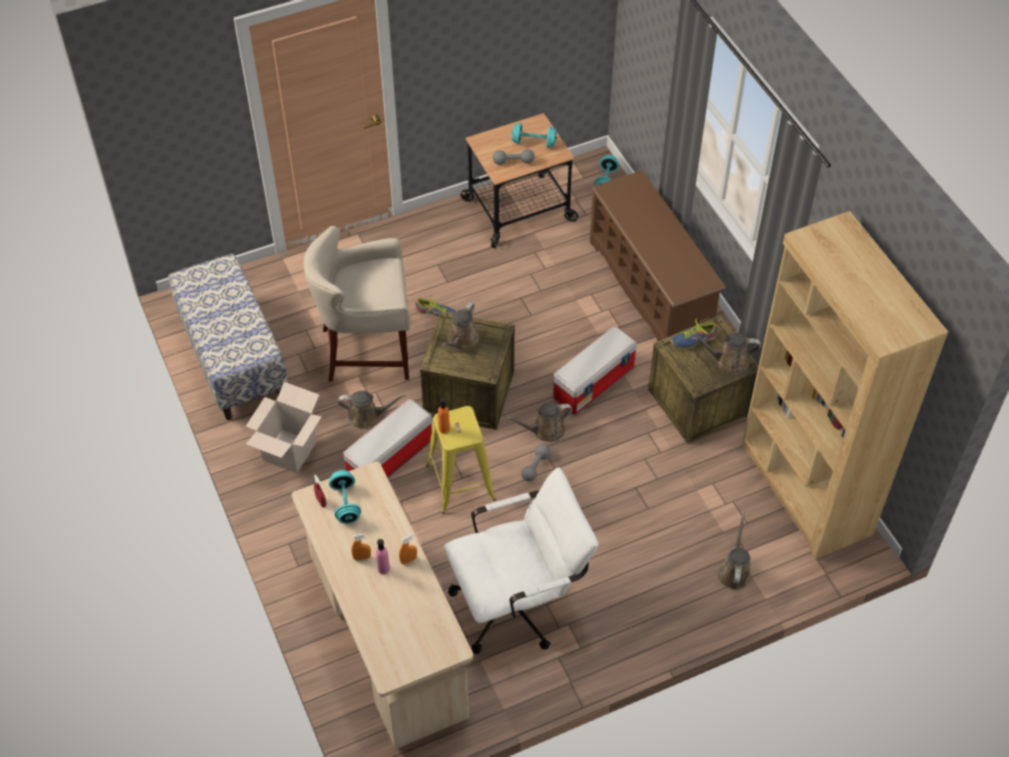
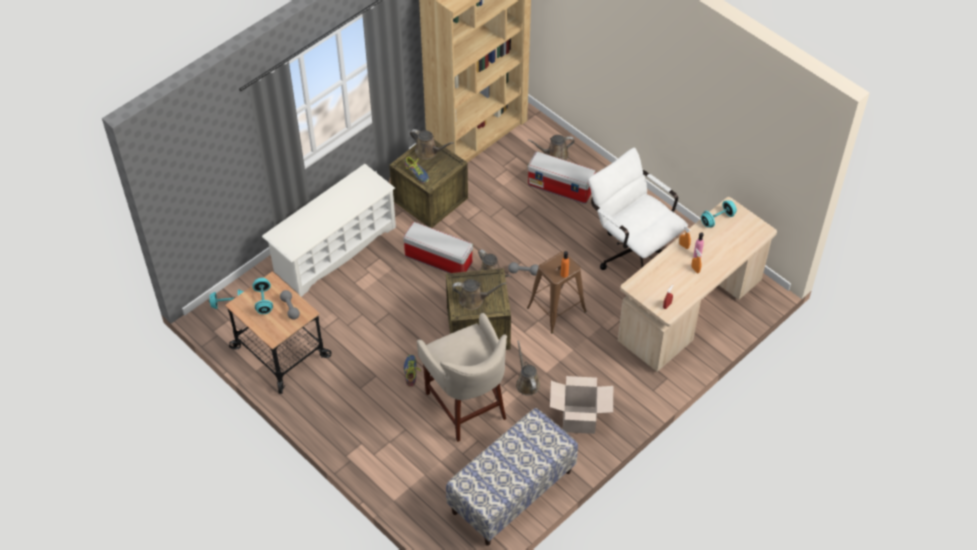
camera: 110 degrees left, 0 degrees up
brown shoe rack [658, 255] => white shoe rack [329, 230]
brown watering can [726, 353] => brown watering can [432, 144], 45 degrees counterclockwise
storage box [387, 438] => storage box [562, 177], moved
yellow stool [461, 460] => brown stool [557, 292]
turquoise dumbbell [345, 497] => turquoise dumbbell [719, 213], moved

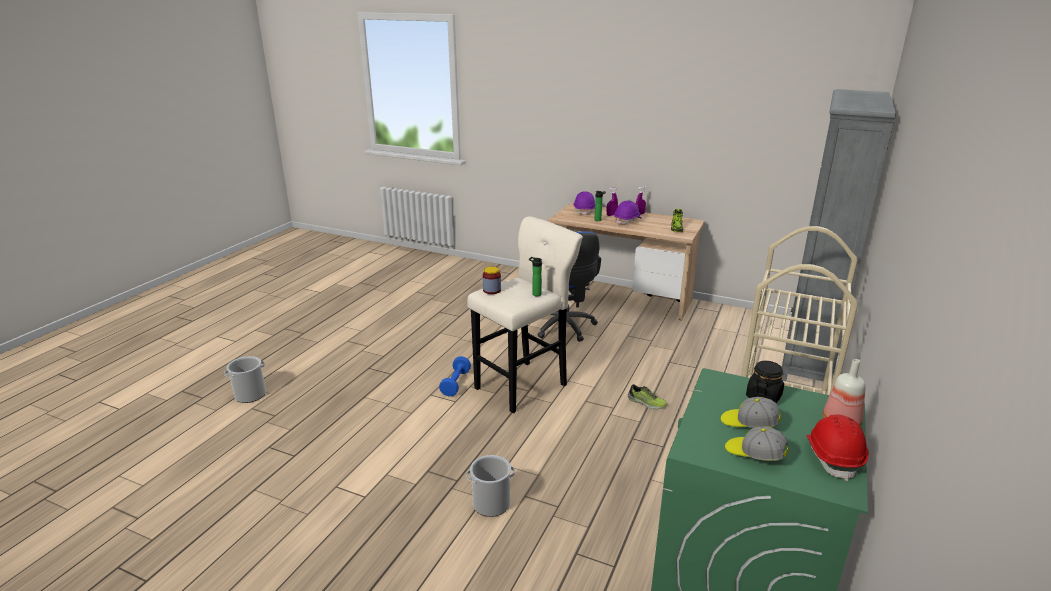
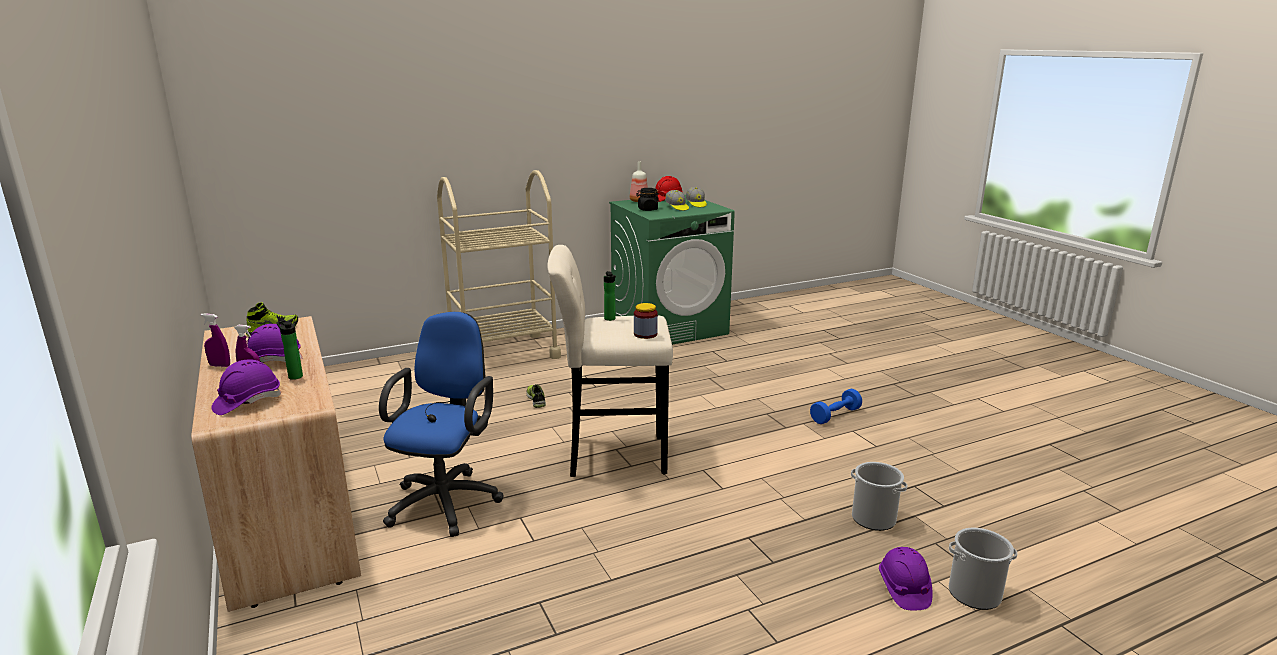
camera: 140 degrees left, 5 degrees down
grey bookcase [839, 239] => nothing
blue dumbbell [455, 376] => blue dumbbell [836, 406], moved
bucket [490, 486] => bucket [879, 496], moved
nothing => purple hard hat [906, 578]

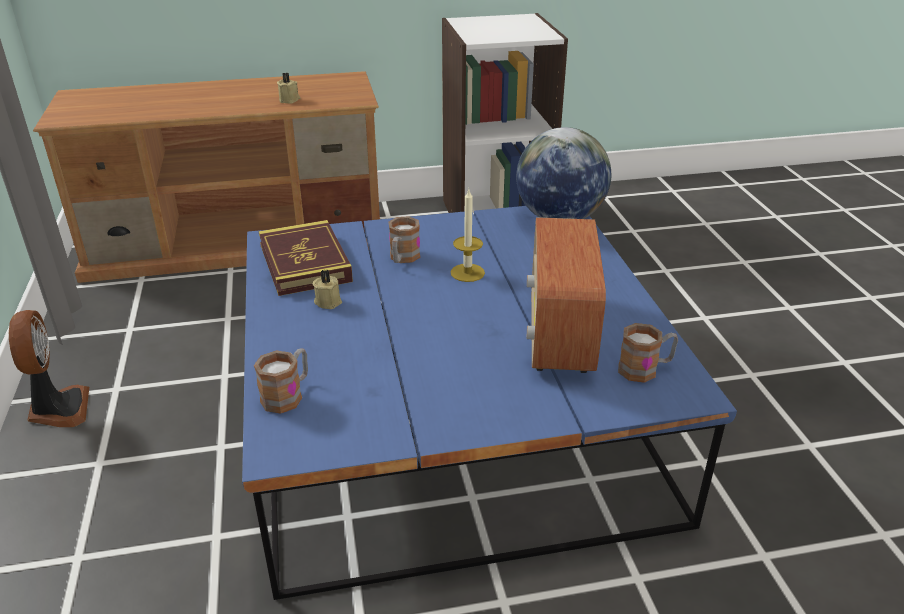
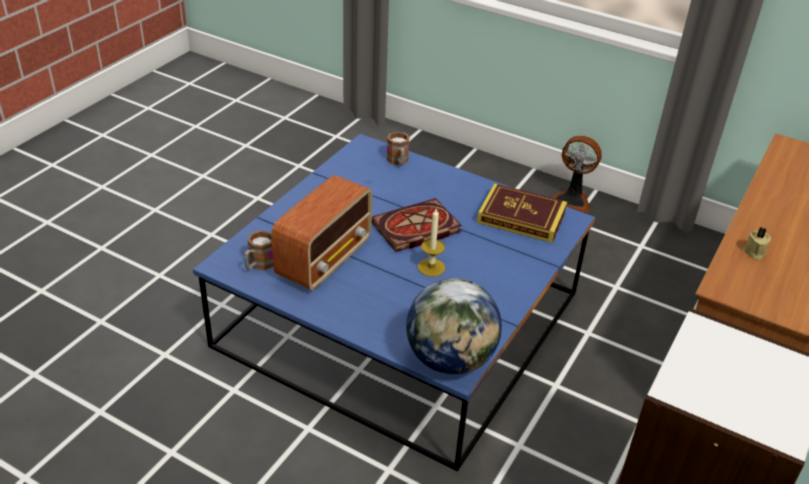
camera: 130 degrees right, 5 degrees up
mug [405, 239] => nothing
radio [566, 295] => radio [321, 232], 75 degrees clockwise
beige candle [327, 289] => nothing
nothing => book [417, 225]

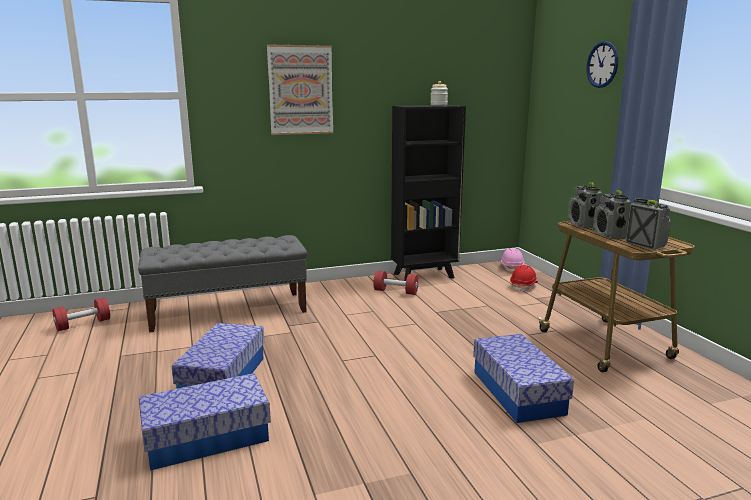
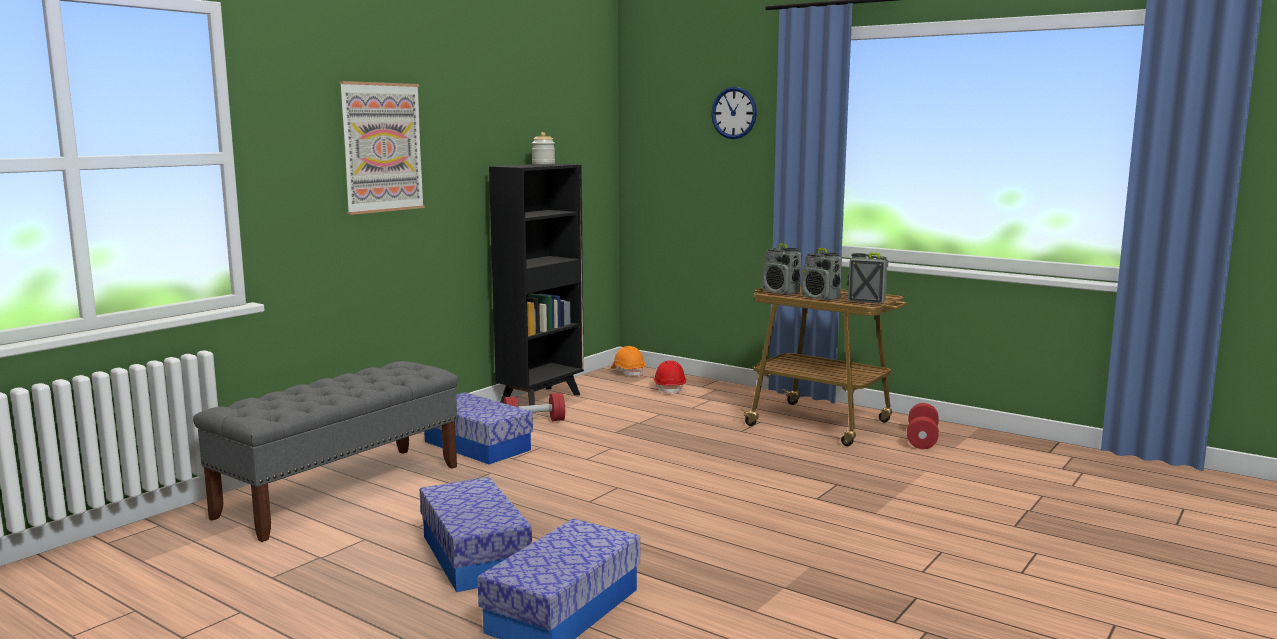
camera: 35 degrees left, 5 degrees down
pink hard hat [512, 260] => orange hard hat [628, 361]
red dumbbell [81, 314] => red dumbbell [923, 426], moved
storage box [523, 378] => storage box [478, 428], moved

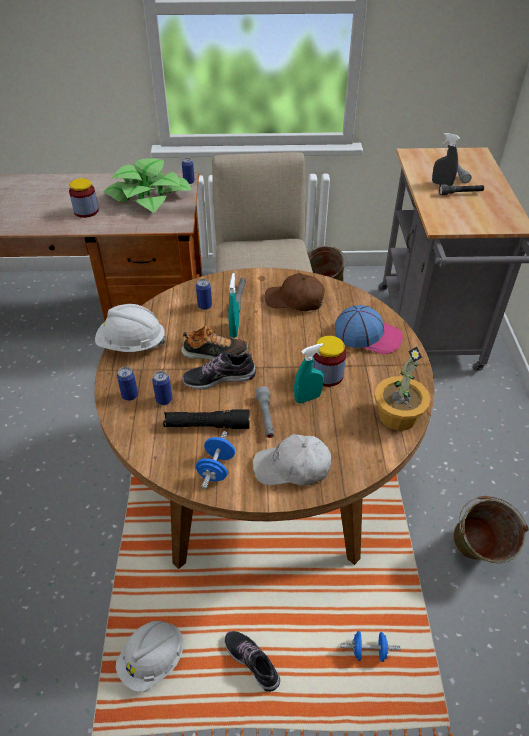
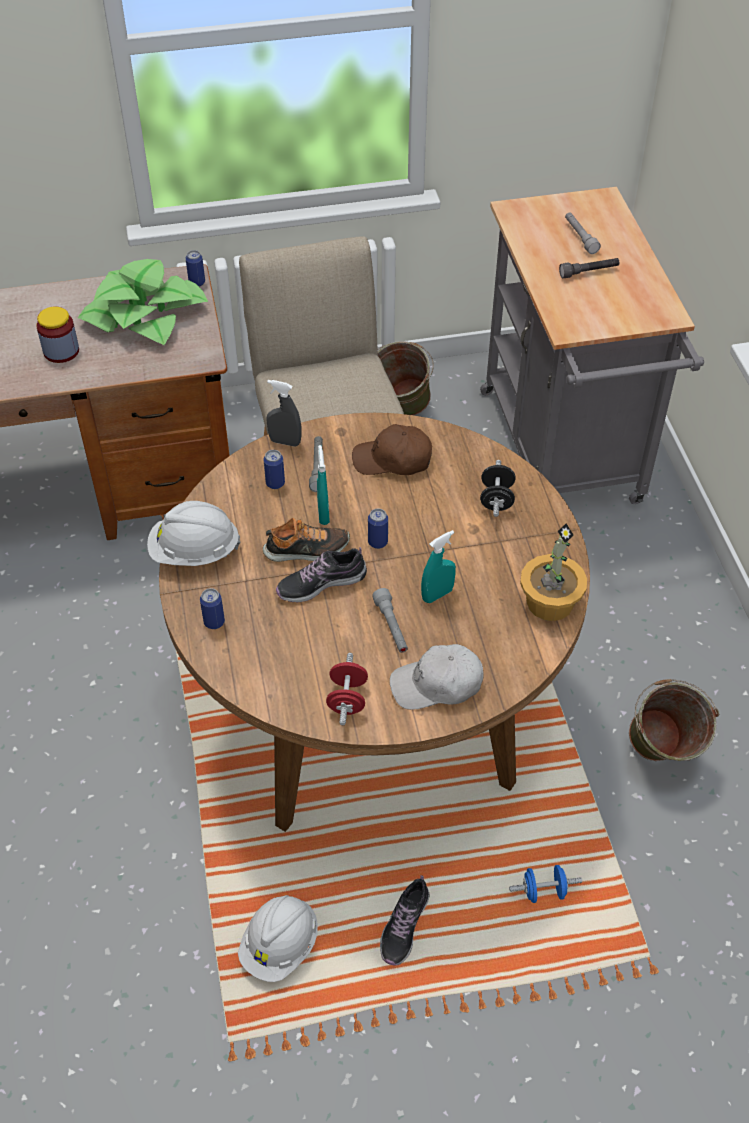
camera: 10 degrees left, 5 degrees up
grey spray bottle [446, 159] => grey spray bottle [283, 413], moved
cap [369, 329] => black dumbbell [498, 488]
jar [329, 361] => nothing
can [162, 388] => can [378, 529], moved
black flashlight [206, 419] => nothing
blue dumbbell [215, 460] => red dumbbell [347, 689]
shoe [252, 661] => shoe [405, 920], 105 degrees counterclockwise

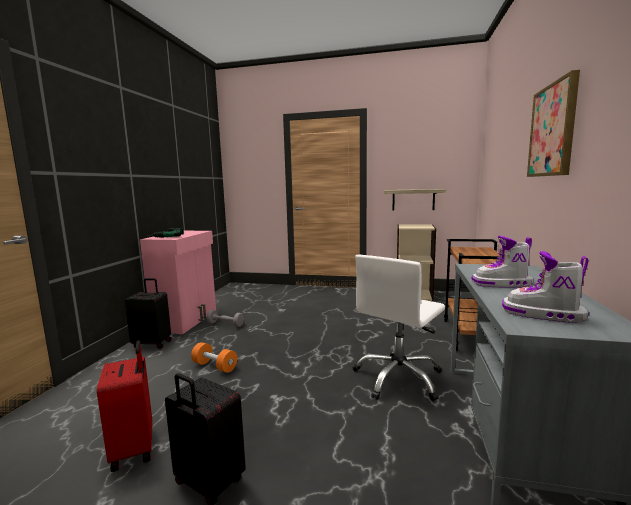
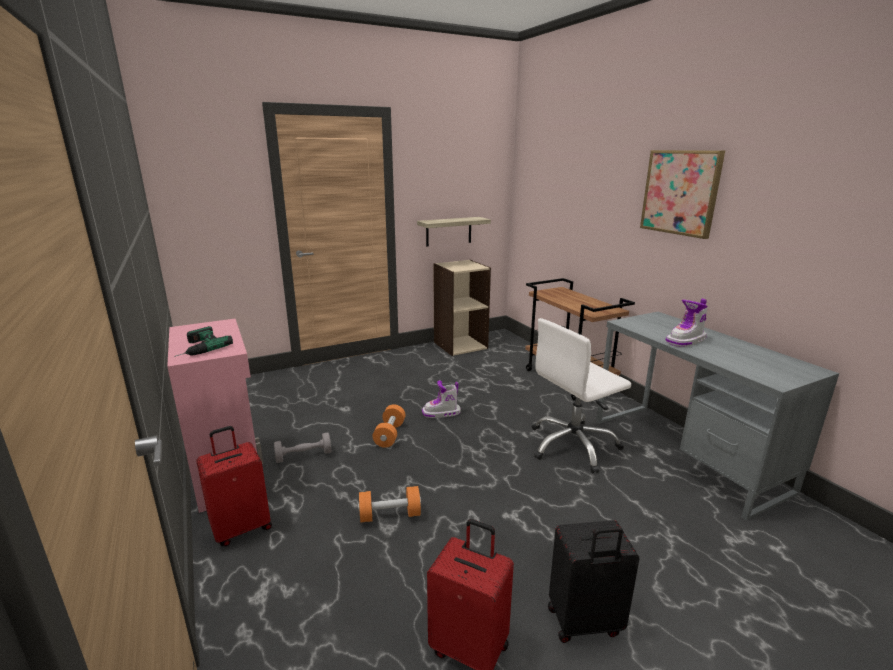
camera: 40 degrees left, 10 degrees up
boot [545, 287] => boot [441, 399], moved
white office chair [399, 328] => white office chair [581, 396], 60 degrees clockwise
black suitcase [148, 313] => red suitcase [234, 486]
nothing => orange dumbbell [388, 426]

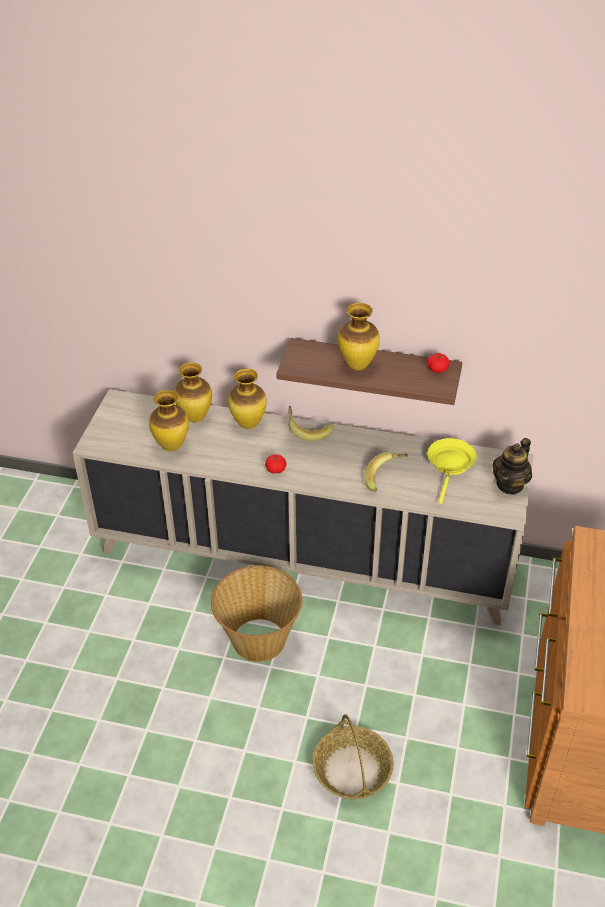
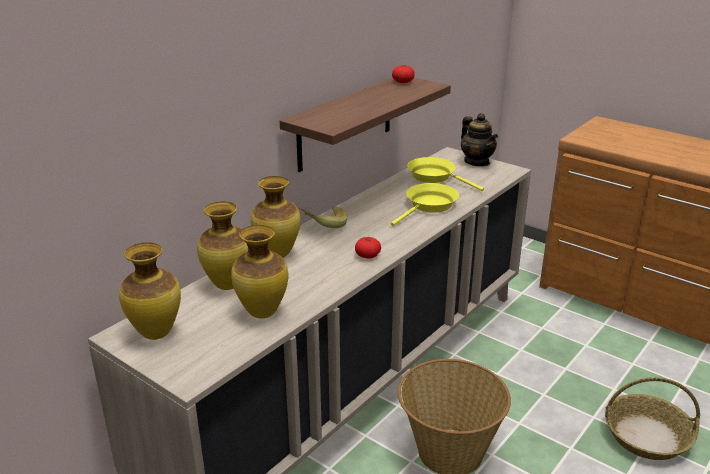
camera: 65 degrees left, 15 degrees down
vase [359, 336] => vase [150, 291], moved
banana [386, 472] => yellow frying pan [425, 204]

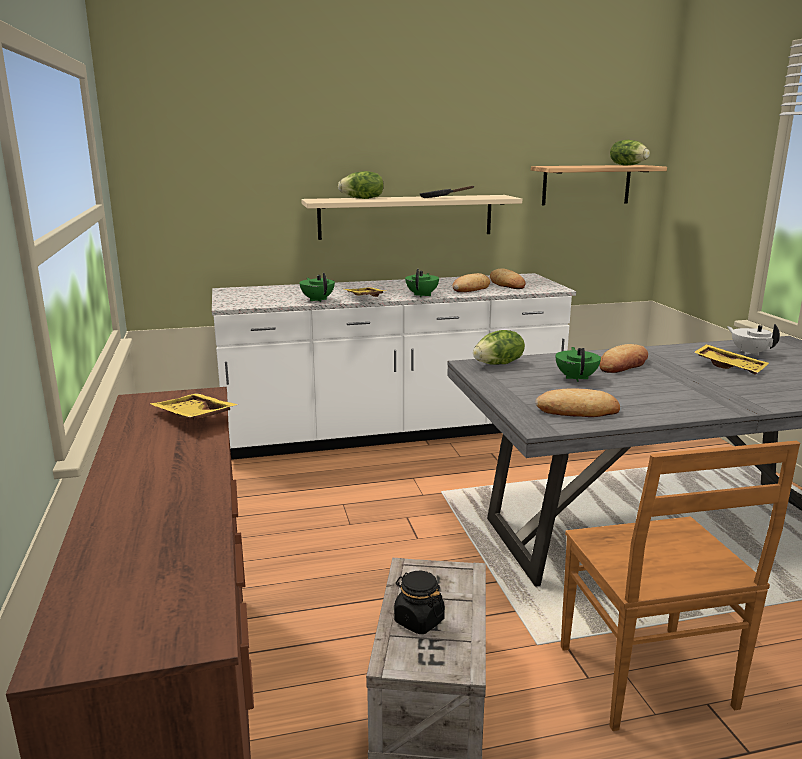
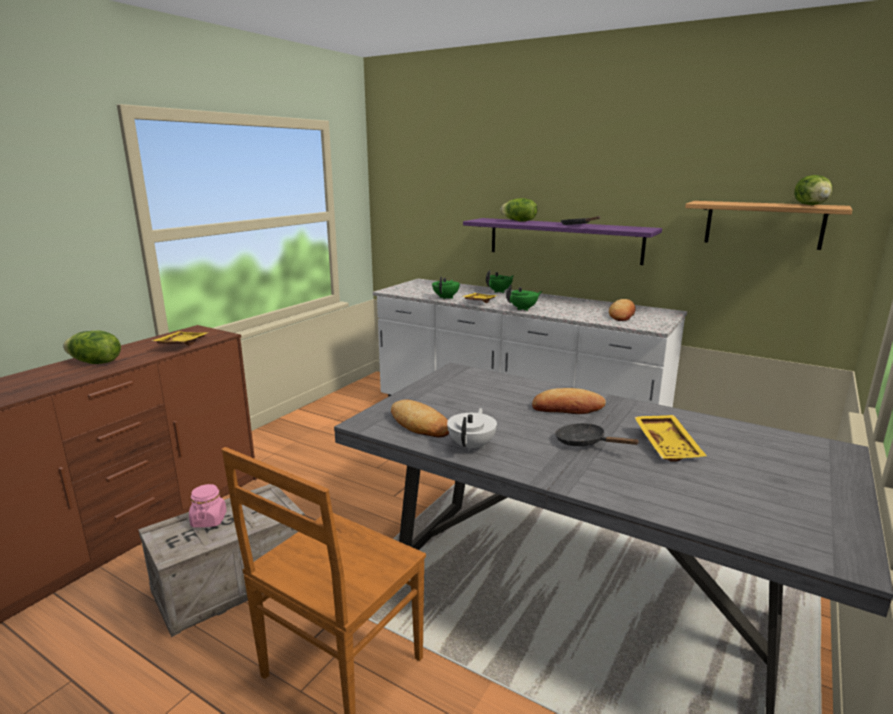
camera: 45 degrees right, 0 degrees up
beige shelf [411, 217] => purple shelf [562, 241]
bread [471, 282] => nothing
white teapot [753, 340] => white teapot [472, 430], moved
lettuce [499, 347] => lettuce [92, 347], moved
green teapot [578, 364] => green teapot [500, 281], moved
black jar [419, 602] => pink jar [208, 506]
nothing => black frying pan [597, 434]

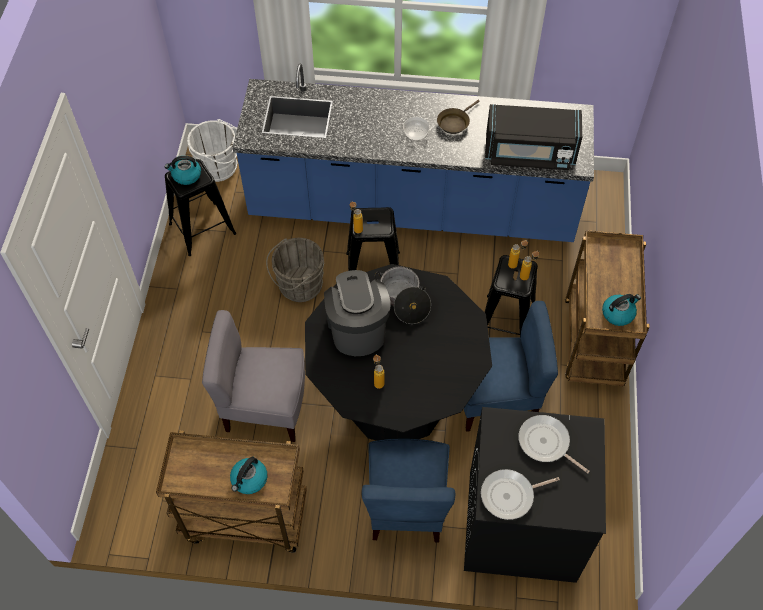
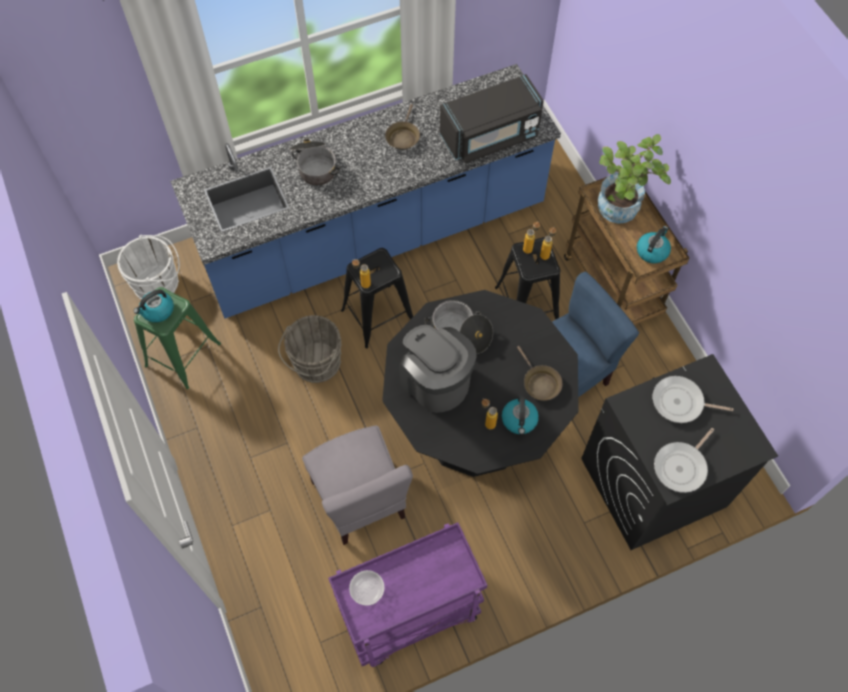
camera: 30 degrees left, 5 degrees up
bowl [416, 129] => bowl [366, 588], moved
black stool [201, 207] => green stool [177, 338]
grey chair [253, 376] => grey chair [357, 485], 90 degrees counterclockwise
brown cart [231, 492] => purple cart [407, 594]
blue chair [408, 490] => nothing
kettle [248, 475] => kettle [520, 415], moved
nothing => potted plant [634, 179]
nothing => cooking pot [315, 162]
nothing => brown frying pan [539, 373]

